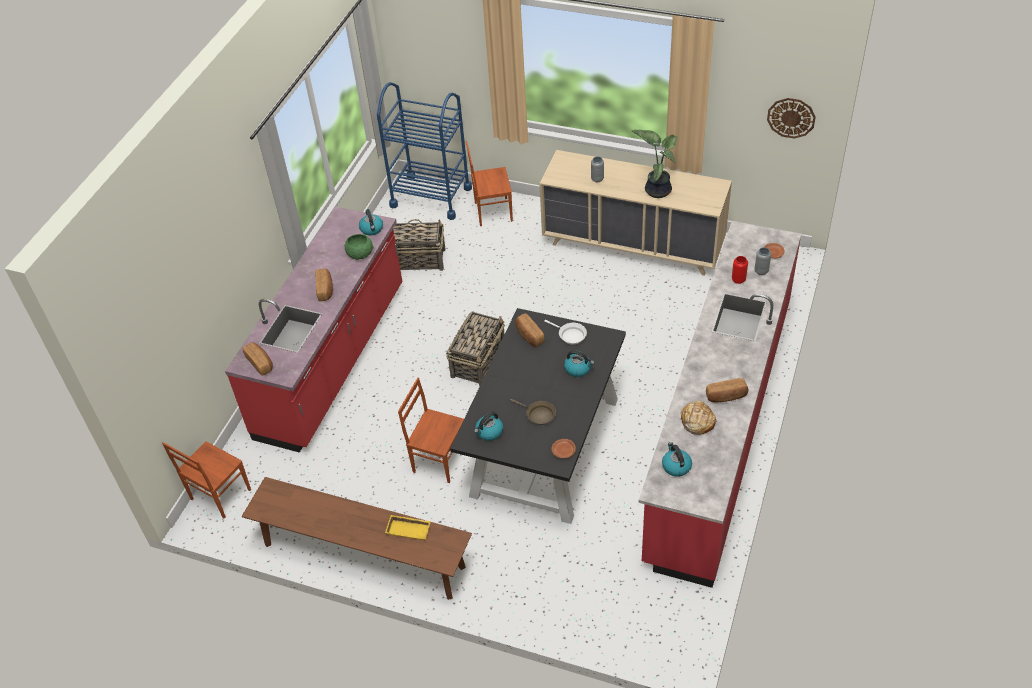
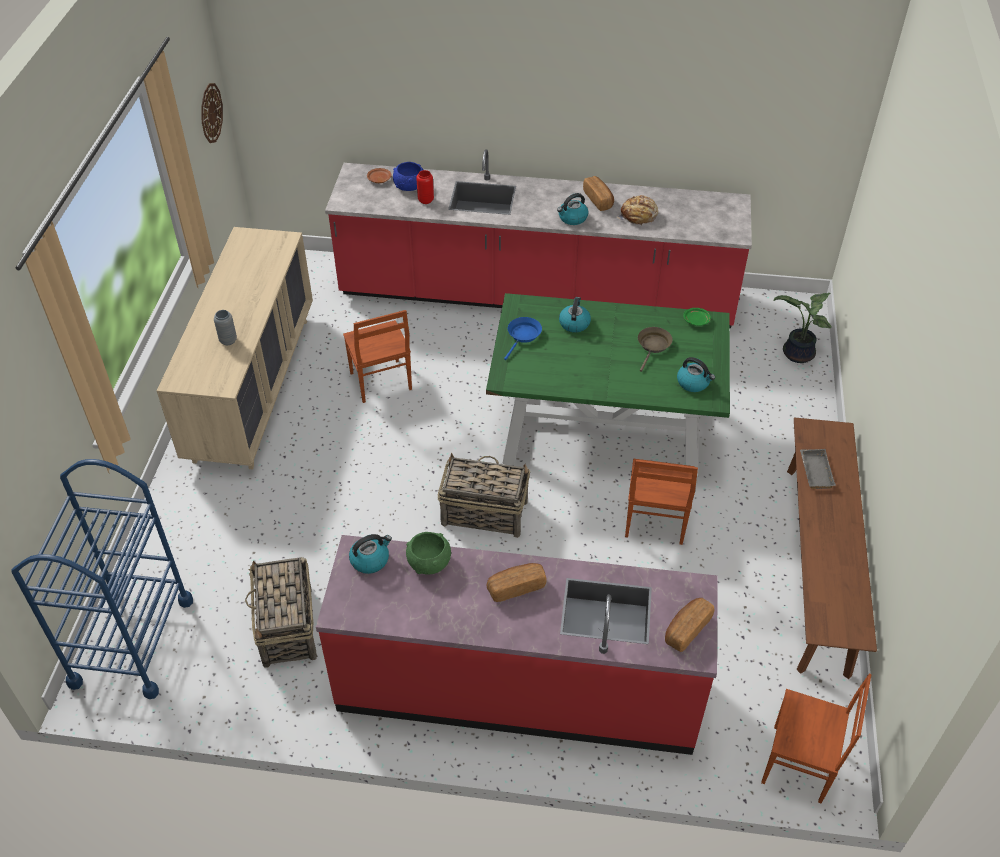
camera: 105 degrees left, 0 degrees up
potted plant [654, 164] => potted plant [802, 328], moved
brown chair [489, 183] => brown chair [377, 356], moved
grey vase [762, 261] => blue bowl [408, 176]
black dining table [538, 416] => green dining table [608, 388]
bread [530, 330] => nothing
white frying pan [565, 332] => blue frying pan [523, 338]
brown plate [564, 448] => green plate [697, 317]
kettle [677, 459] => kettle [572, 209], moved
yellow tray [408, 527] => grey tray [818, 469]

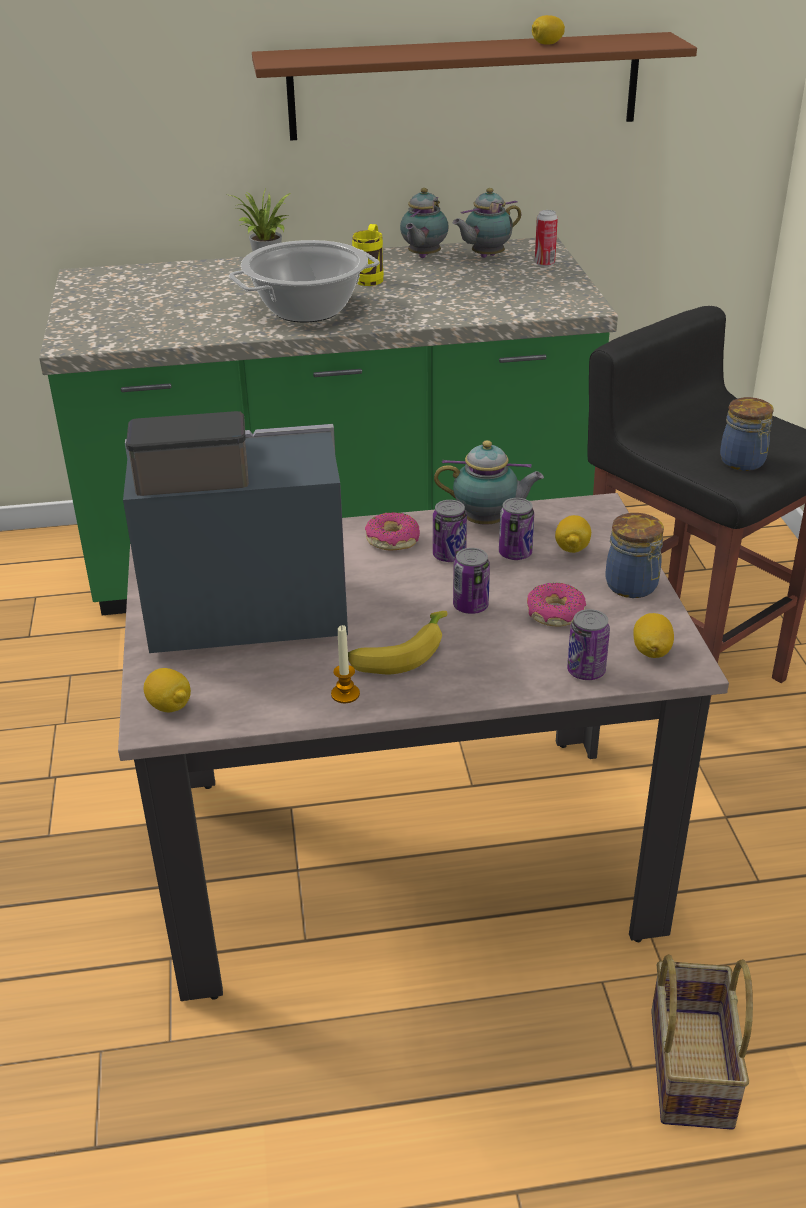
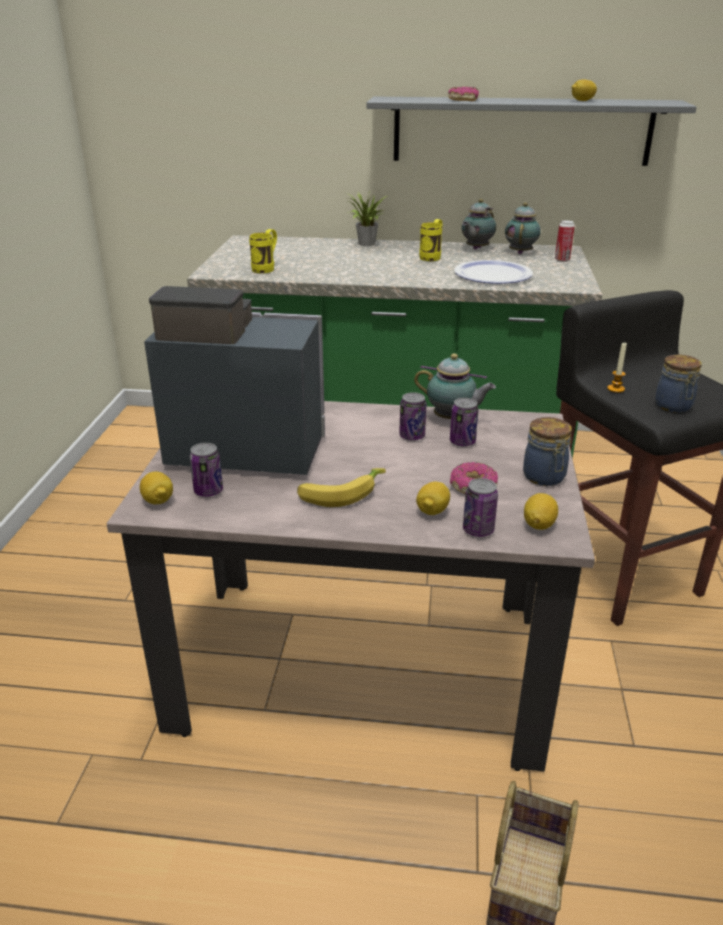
camera: 15 degrees right, 5 degrees down
brown shelf [474, 86] => grey shelf [531, 131]
teapot [487, 223] => teapot [523, 228], 120 degrees clockwise
cooking pot [304, 281] => nothing
donut [392, 531] => donut [463, 94], moved
lemon [573, 534] => lemon [433, 498], moved
can [471, 581] => can [206, 470], moved
candle [345, 664] => candle [617, 367], moved
nothing => yellow mug [263, 251]
nothing => plate [493, 272]

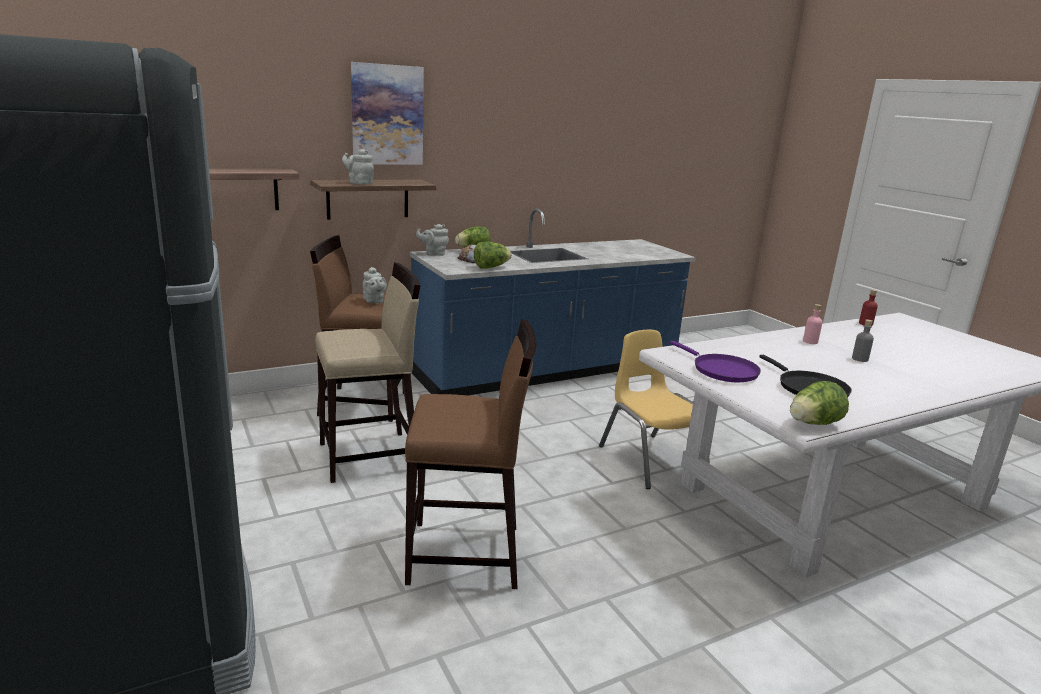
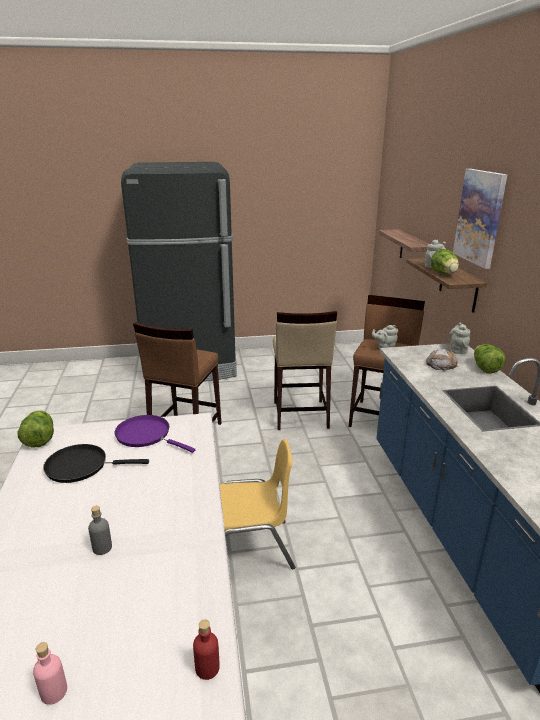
camera: 110 degrees right, 5 degrees up
lettuce [493, 255] => lettuce [445, 261], moved
pink bottle [813, 324] => pink bottle [50, 673], moved
purple frying pan [715, 361] => purple frying pan [154, 434], 45 degrees clockwise

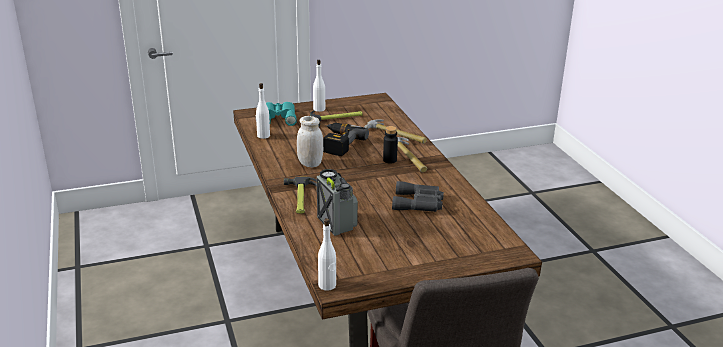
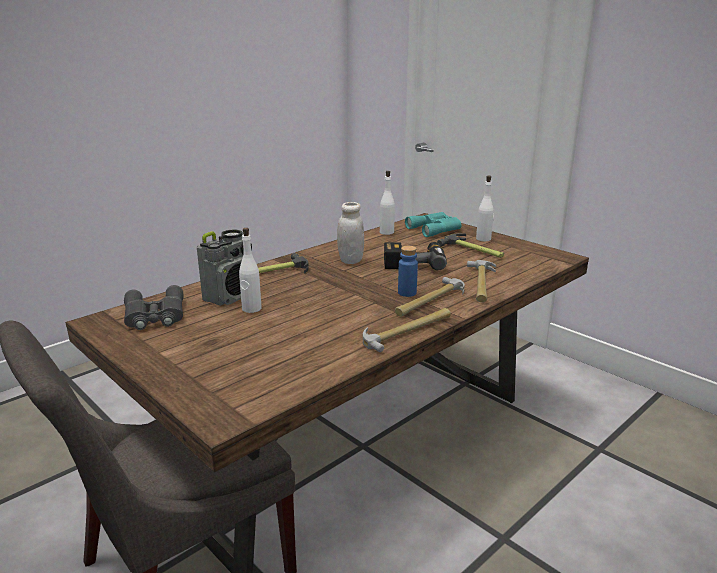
camera: 65 degrees right, 5 degrees down
black bottle [390, 145] => blue bottle [408, 271]
grey binoculars [418, 196] => grey binoculars [154, 307], moved
white bottle [327, 254] => white bottle [250, 270], moved
nothing => hammer [407, 330]

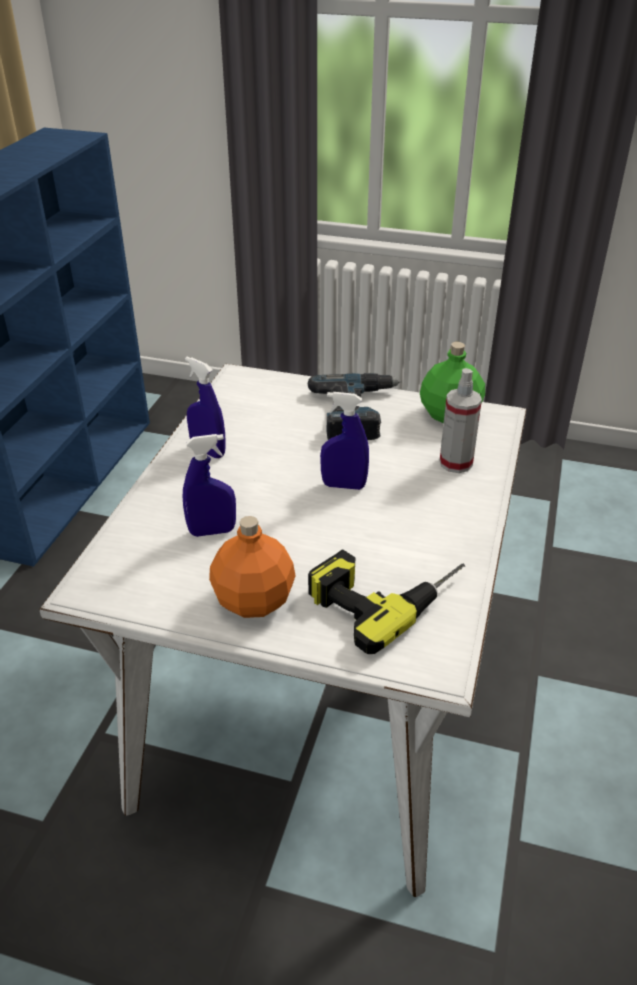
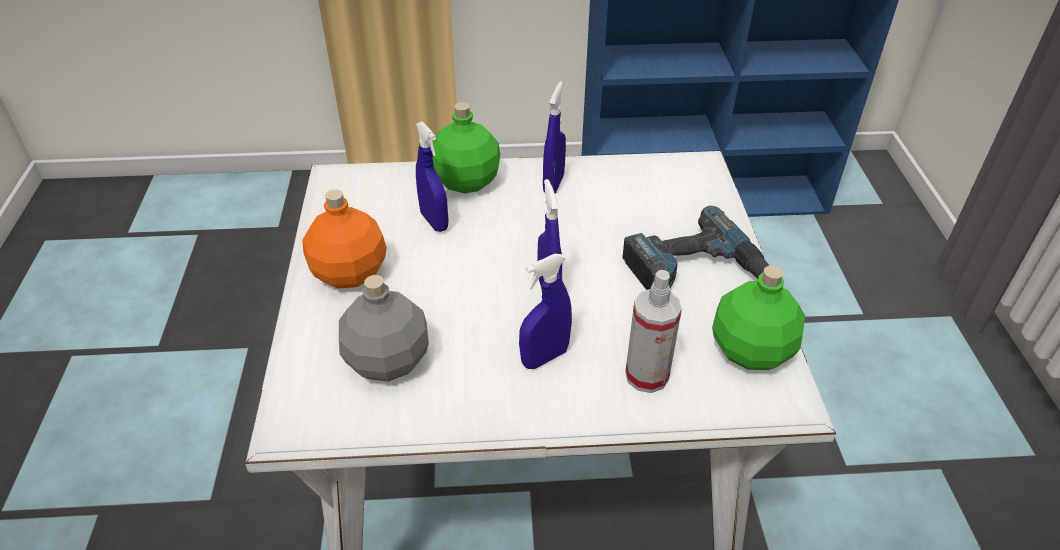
camera: 70 degrees right, 5 degrees up
power drill [386, 602] => grey bottle [384, 328]
nothing => green bottle [466, 147]
nothing => blue spray bottle [545, 311]

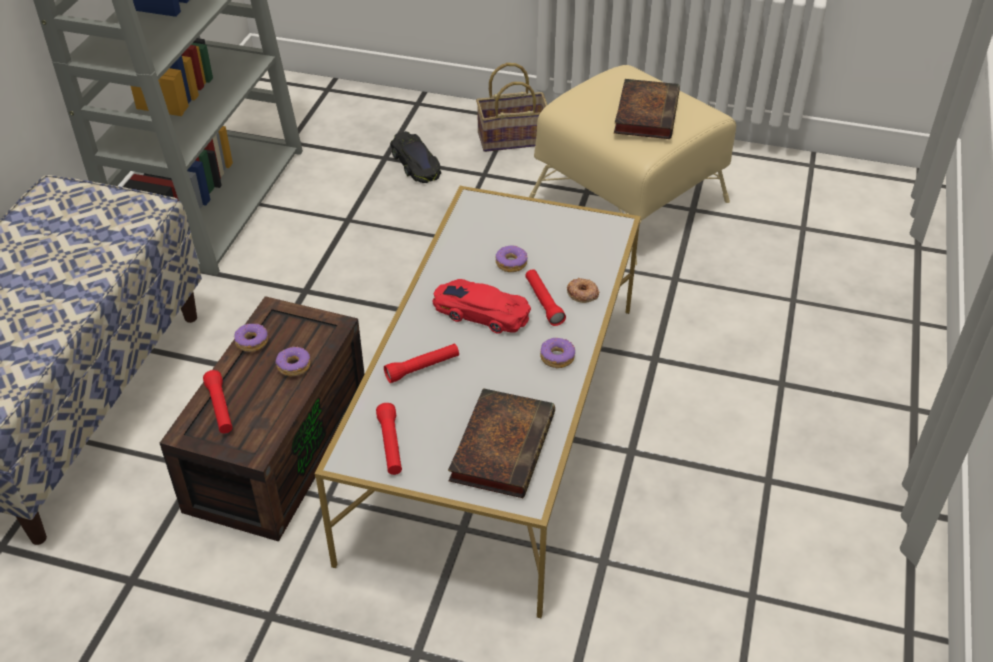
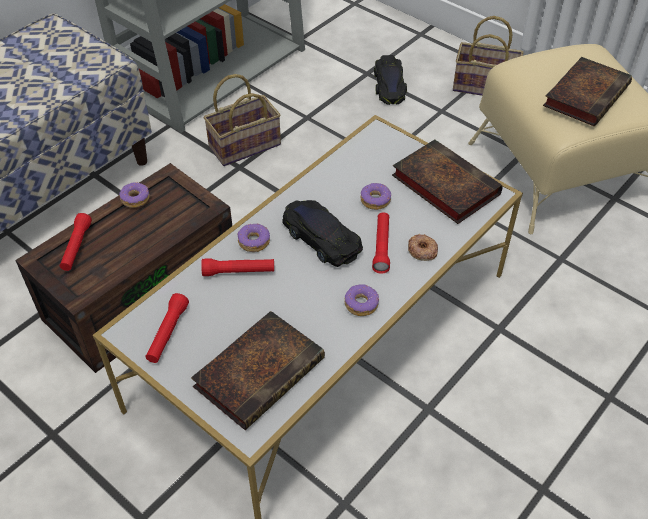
camera: 25 degrees right, 5 degrees up
red toy car [482, 306] => black toy car [322, 233]
donut [292, 361] => donut [254, 238], moved
nothing => basket [242, 120]
nothing => book [447, 182]

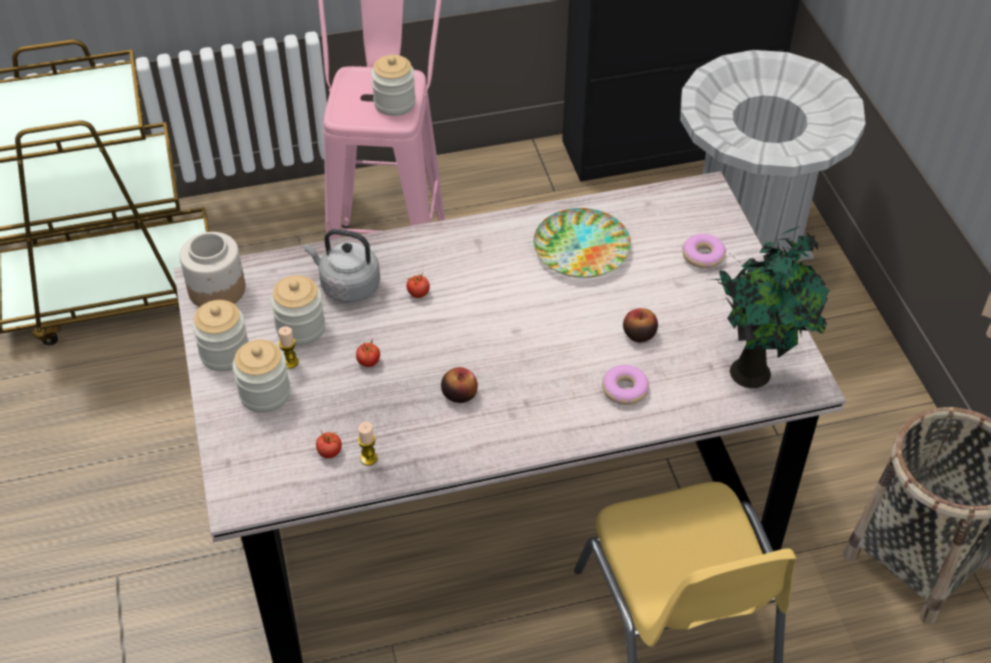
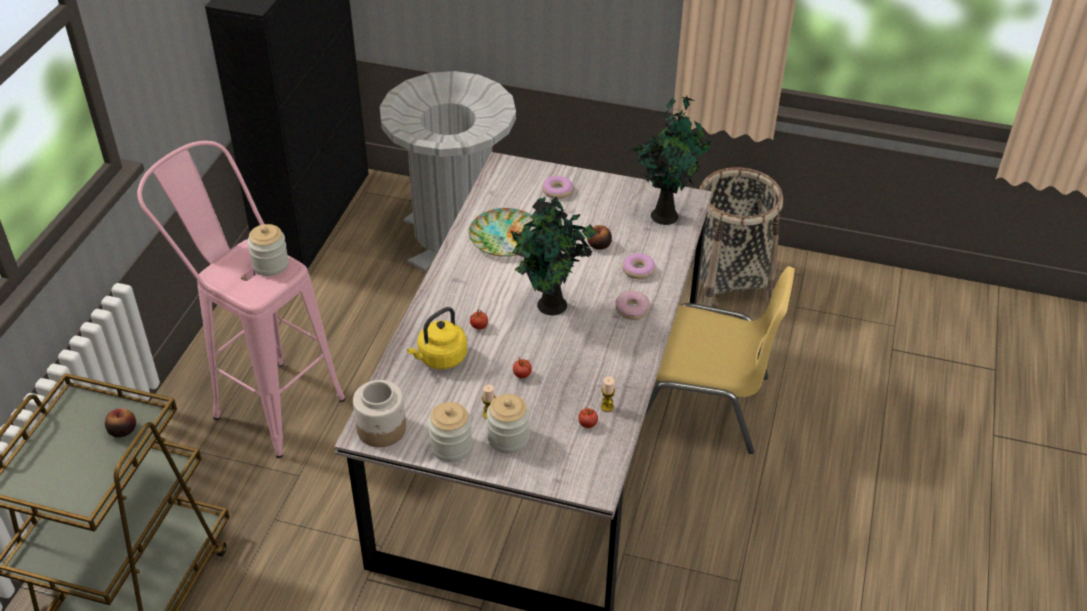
camera: 60 degrees left, 5 degrees down
grey kettle [342, 266] => yellow kettle [437, 338]
jar [297, 310] => nothing
apple [459, 385] => apple [120, 422], moved
nothing => potted plant [554, 255]
nothing => donut [632, 305]

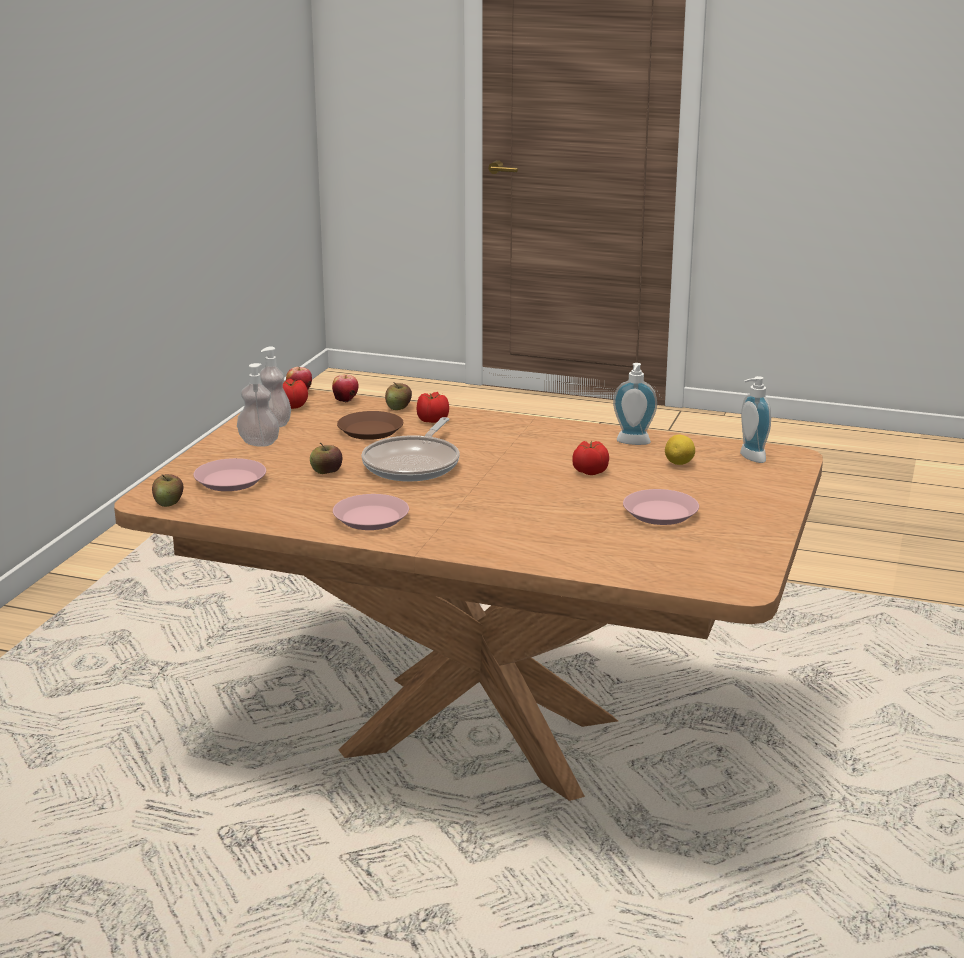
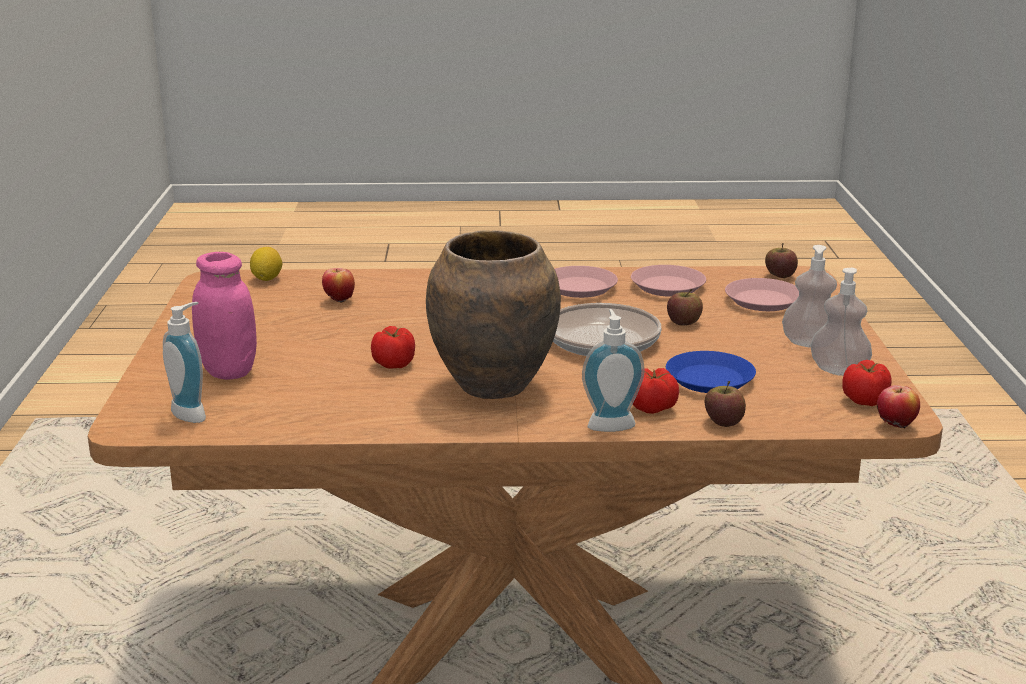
camera: 160 degrees right, 0 degrees up
soap dispenser [635, 404] => soap dispenser [613, 370], moved
apple [345, 388] => apple [338, 285], moved
brown plate [370, 425] => blue plate [711, 372]
lemon [680, 450] => lemon [266, 264], moved
pink plate [661, 507] => pink plate [668, 281], moved
nothing => brown vase [493, 314]
nothing => pink jar [224, 316]

